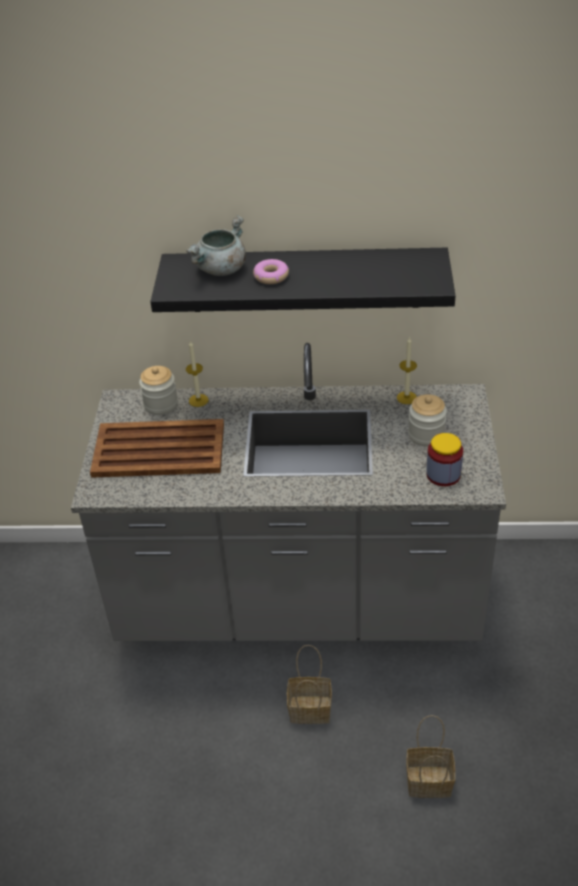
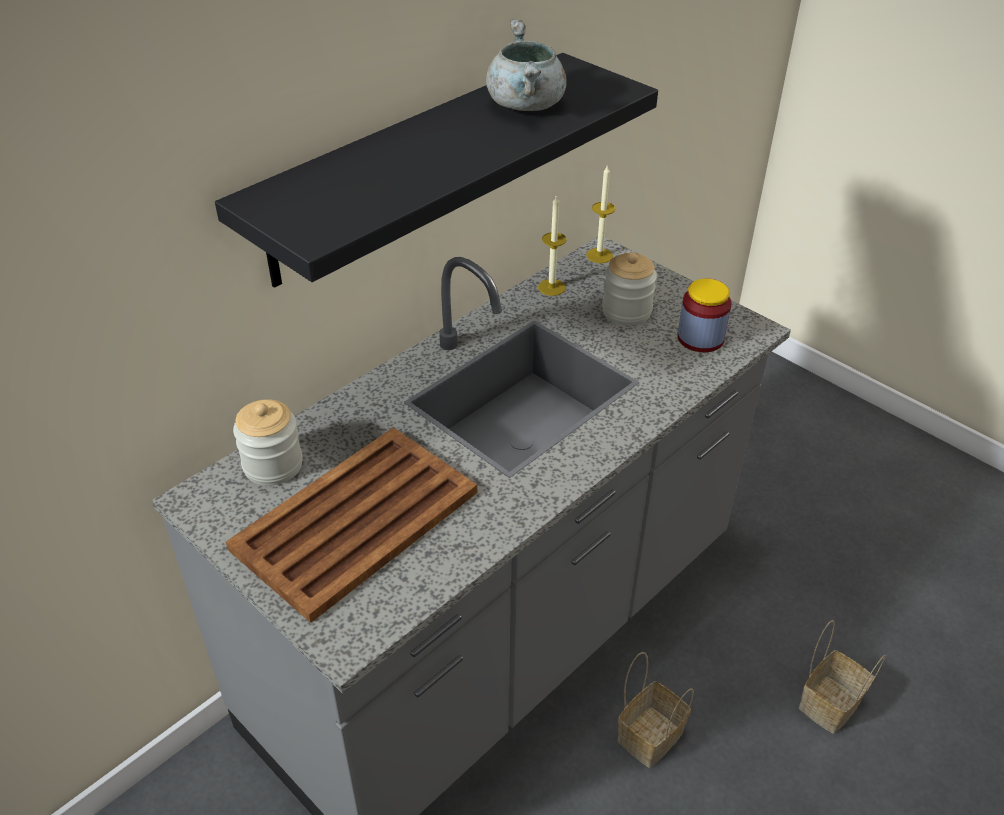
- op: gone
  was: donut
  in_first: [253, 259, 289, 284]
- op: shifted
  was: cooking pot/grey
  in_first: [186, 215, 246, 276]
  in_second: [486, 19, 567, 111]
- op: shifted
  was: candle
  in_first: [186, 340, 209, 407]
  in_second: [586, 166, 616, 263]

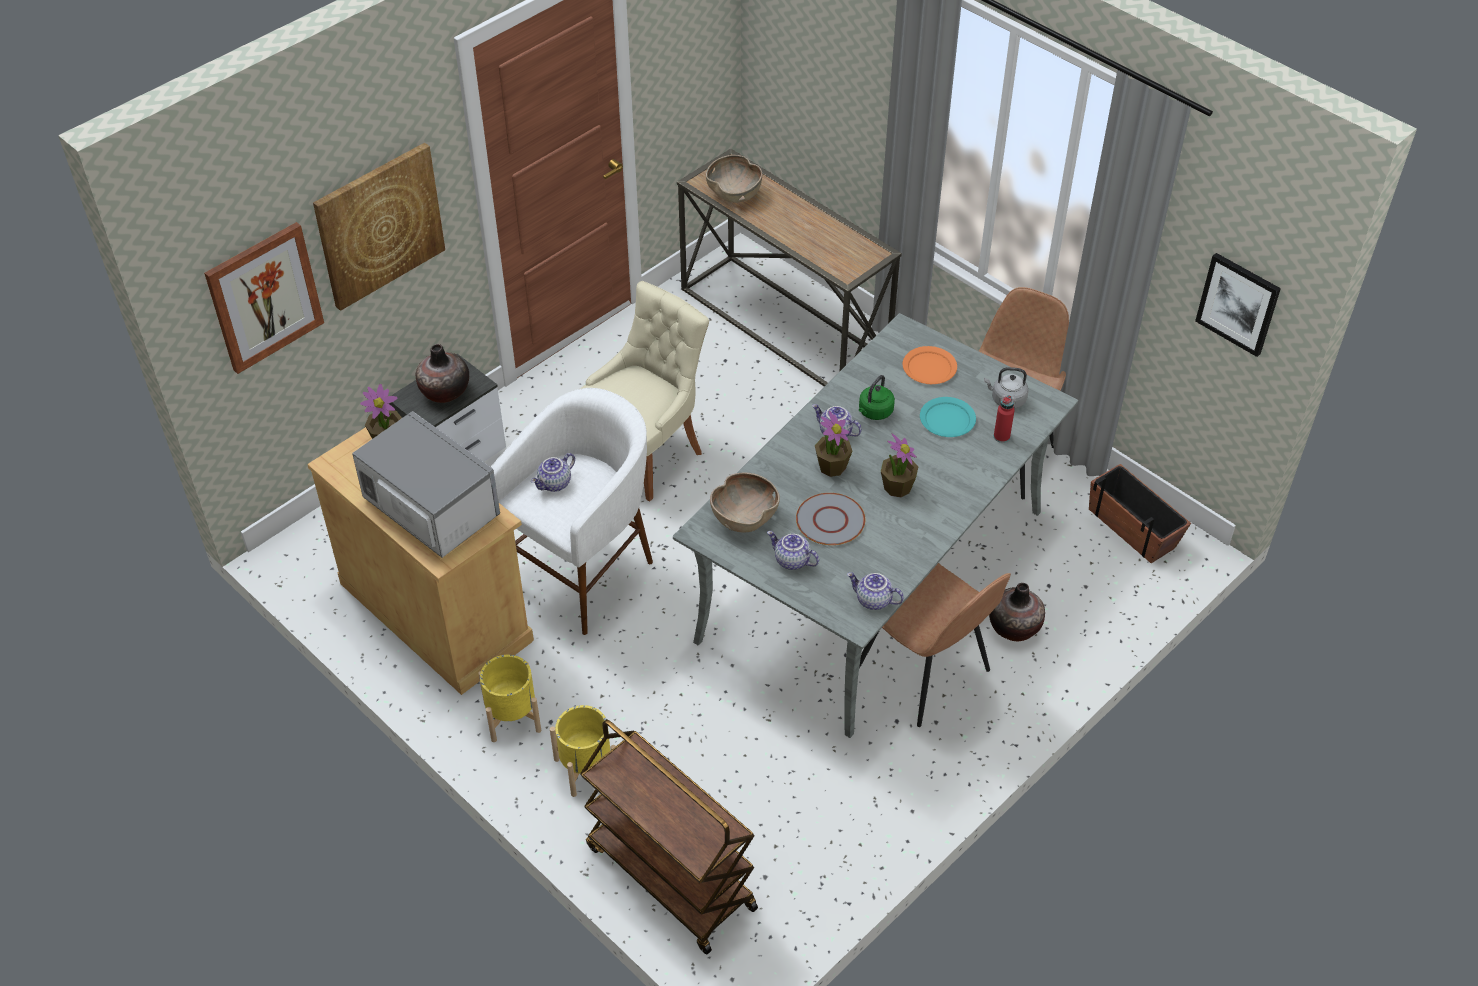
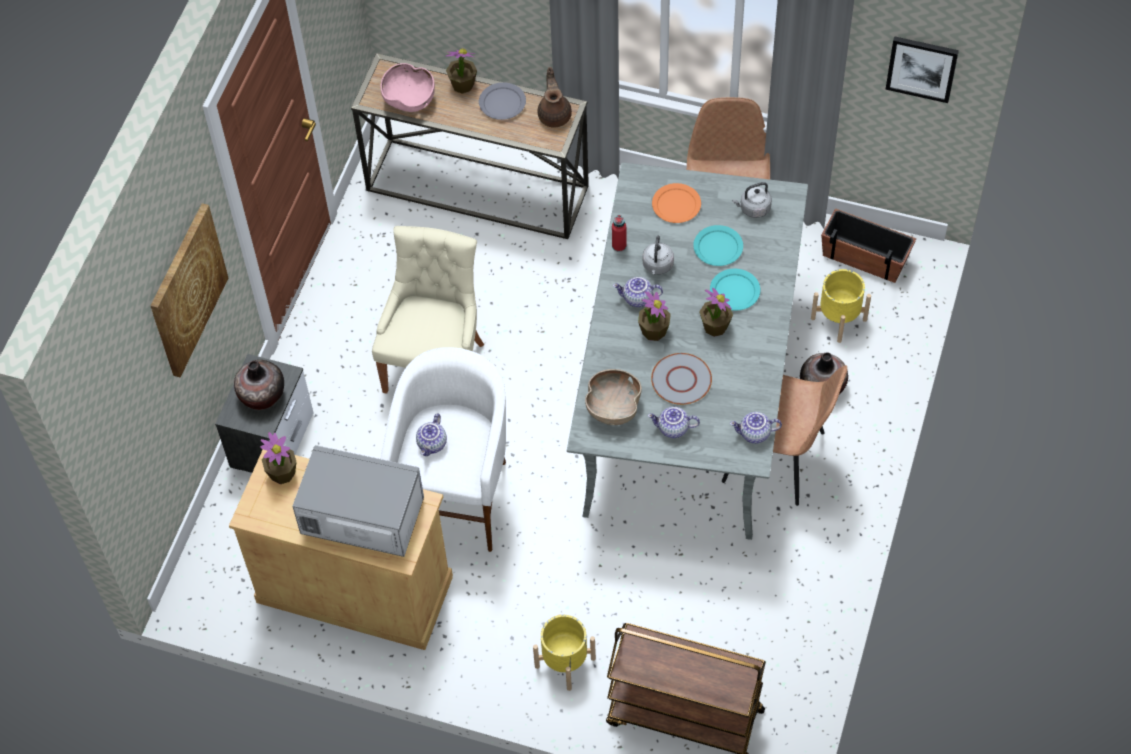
- op: gone
  was: picture
  in_first: [204, 222, 324, 374]
- op: new
  now: potted plant
  in_second: [446, 48, 477, 94]
- op: new
  now: plate/grey
  in_second: [479, 82, 526, 120]
- op: new
  now: teapot/brown
  in_second: [538, 67, 572, 128]
- op: new
  now: plate/turquoise
  in_second: [710, 269, 760, 311]
- op: shifted
  was: planter/yellow
  in_first: [478, 655, 541, 742]
  in_second: [811, 269, 871, 343]
- op: shifted
  was: bottle/red
  in_first: [994, 395, 1015, 443]
  in_second: [612, 215, 626, 252]
- op: repainted
  was: bowl/brown
  now: bowl/pink
  in_first: [706, 155, 762, 203]
  in_second: [380, 63, 435, 112]
- op: repainted
  was: kettle/green
  now: kettle/grey
  in_first: [859, 375, 895, 420]
  in_second: [643, 235, 674, 275]

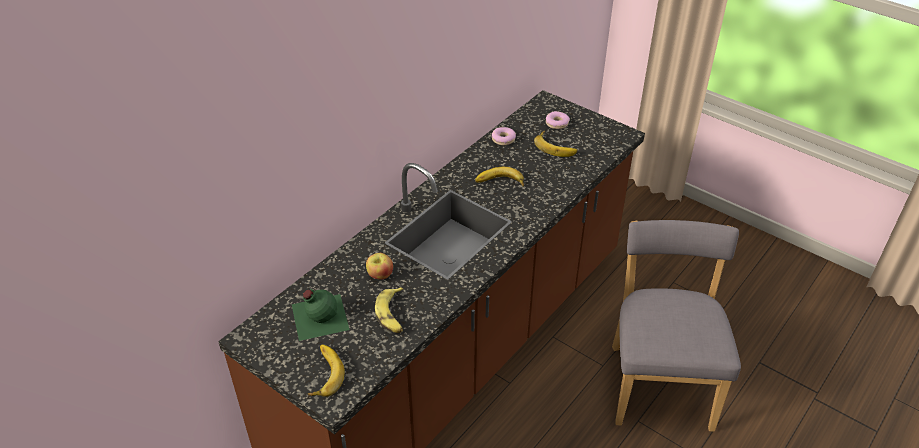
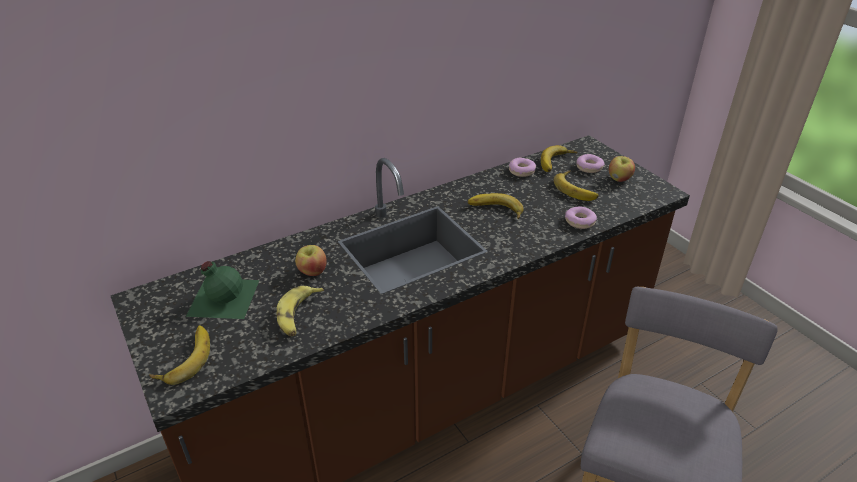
- op: new
  now: banana
  in_second: [541, 145, 578, 172]
- op: new
  now: donut
  in_second: [565, 207, 597, 229]
- op: new
  now: apple
  in_second: [609, 156, 635, 182]

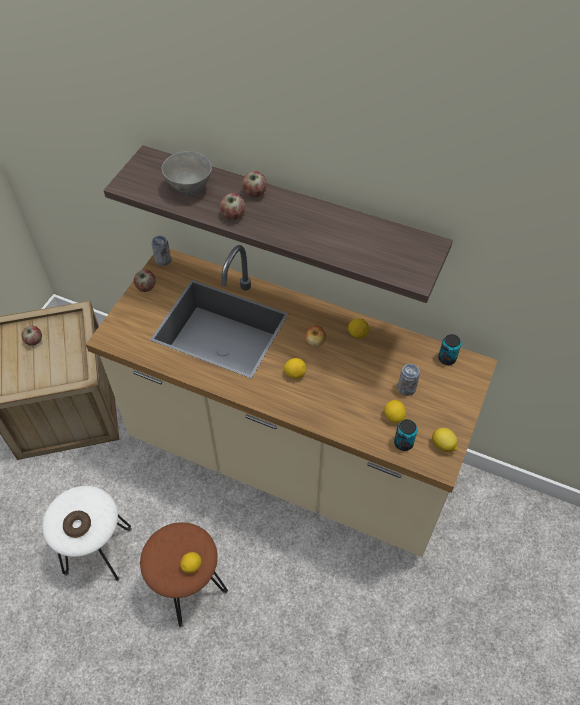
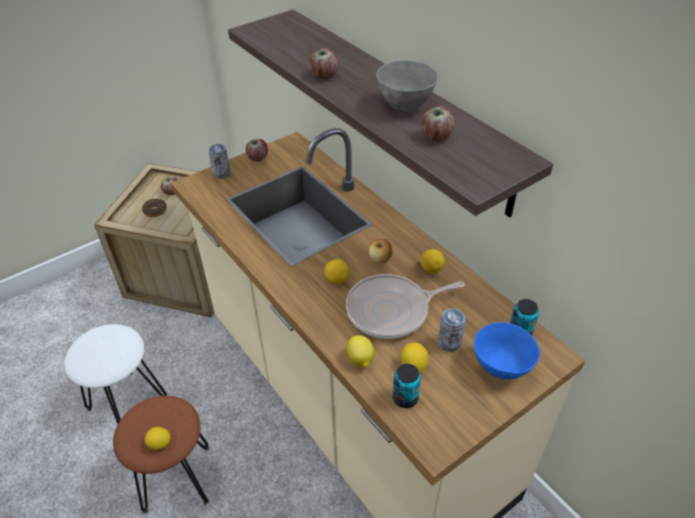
- op: new
  now: frying pan
  in_second: [346, 274, 465, 339]
- op: new
  now: bowl/blue
  in_second: [474, 322, 540, 379]
- op: shifted
  was: donut
  in_first: [63, 511, 91, 538]
  in_second: [142, 199, 167, 217]
- op: shifted
  was: can
  in_first: [152, 236, 171, 266]
  in_second: [209, 144, 231, 179]
- op: shifted
  was: bowl/grey
  in_first: [161, 151, 212, 195]
  in_second: [376, 60, 438, 111]
- op: shifted
  was: apple
  in_first: [242, 171, 267, 197]
  in_second: [421, 107, 455, 141]
- op: shifted
  was: lemon
  in_first: [432, 428, 458, 452]
  in_second: [346, 335, 374, 368]

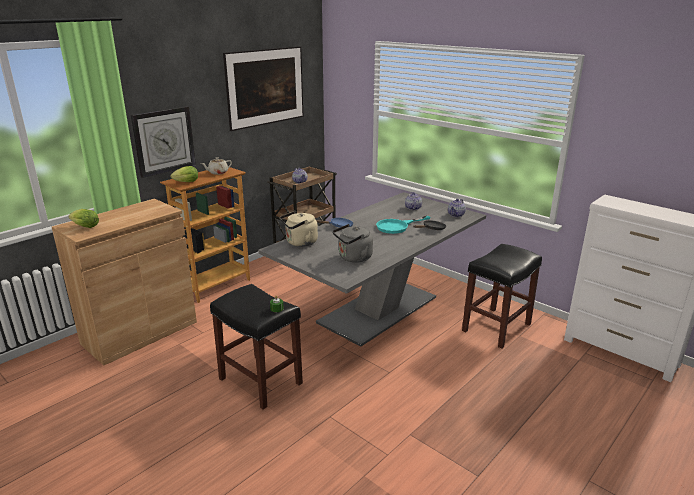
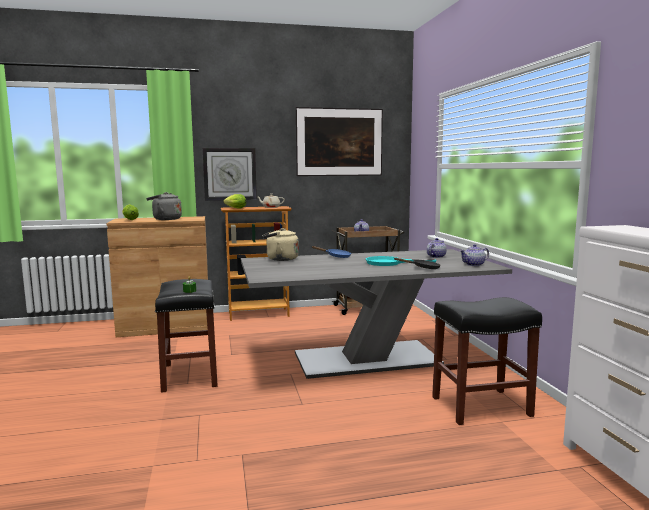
- op: shifted
  was: kettle/grey
  in_first: [333, 224, 373, 263]
  in_second: [146, 192, 182, 220]

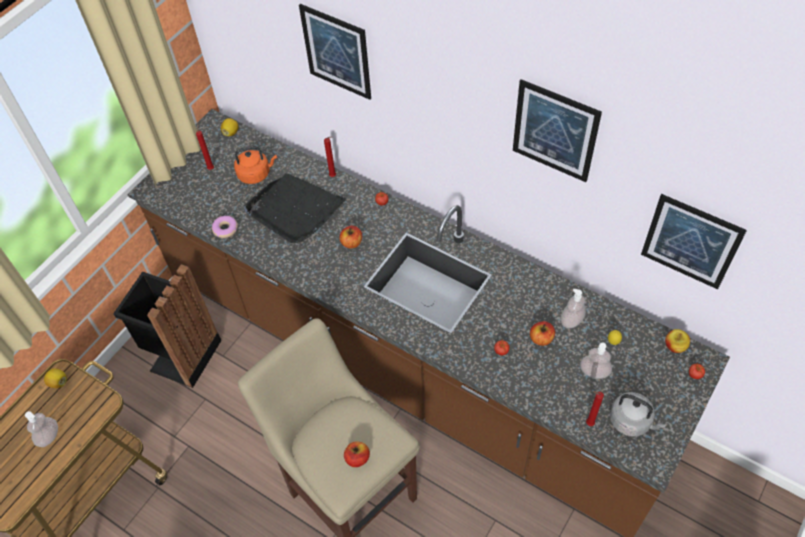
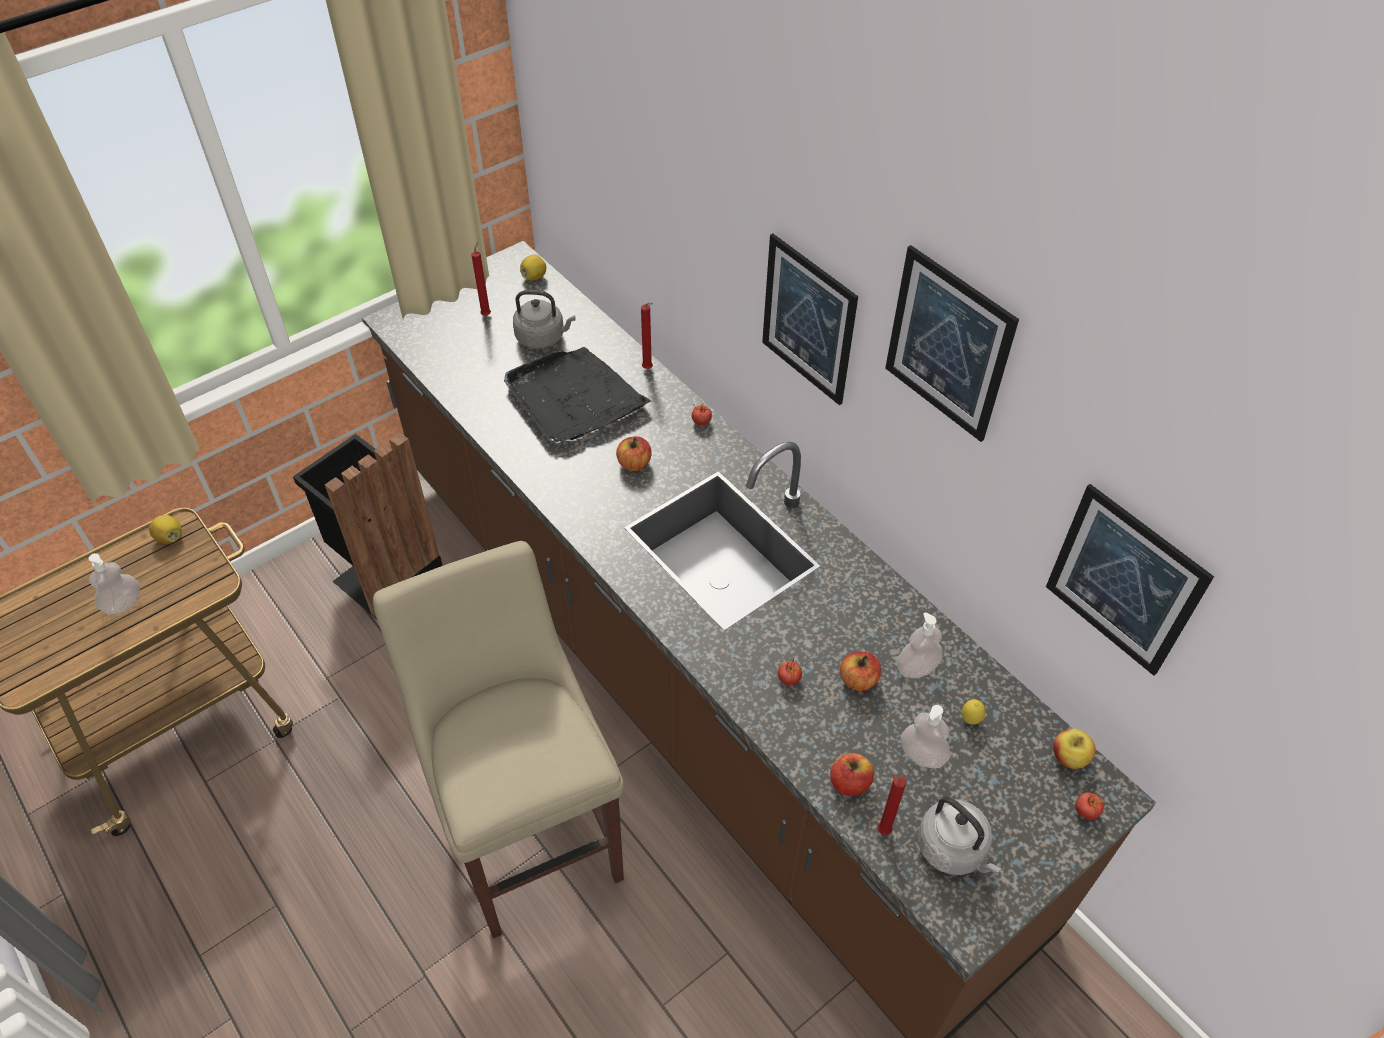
- op: gone
  was: donut
  in_first: [212, 216, 238, 238]
- op: shifted
  was: picture
  in_first: [299, 4, 371, 100]
  in_second: [762, 234, 858, 405]
- op: shifted
  was: apple
  in_first: [344, 441, 370, 467]
  in_second: [830, 753, 874, 796]
- op: repainted
  was: kettle/orange
  now: kettle/grey
  in_first: [234, 146, 277, 184]
  in_second: [513, 290, 576, 349]

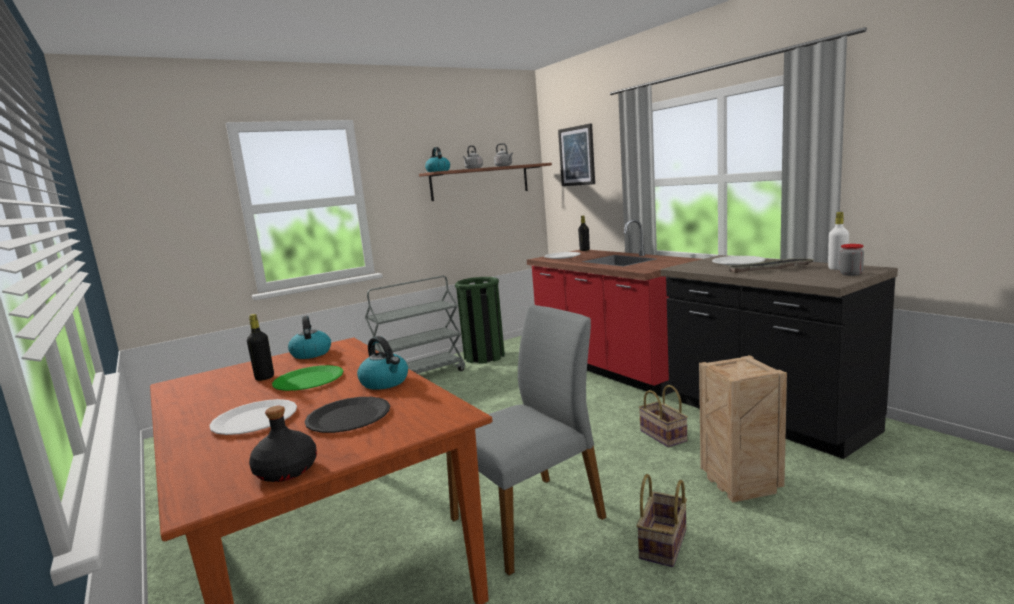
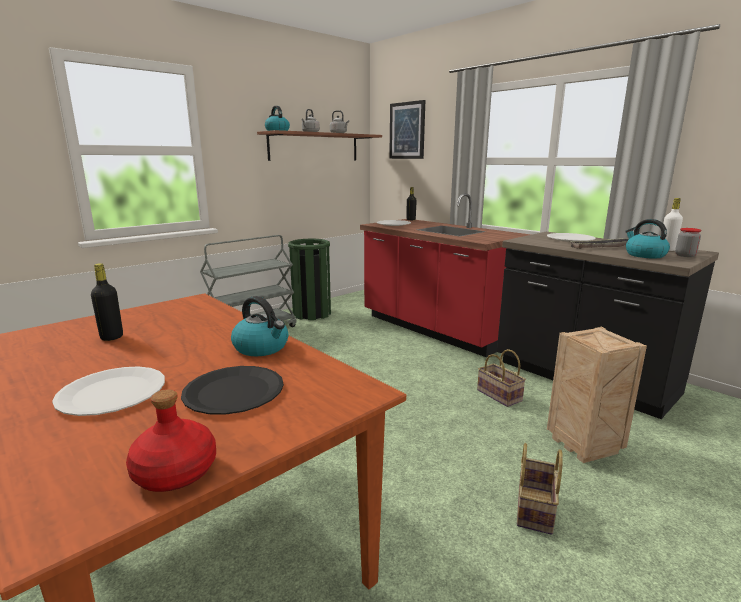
- op: gone
  was: plate/green
  in_first: [272, 365, 344, 391]
- op: gone
  was: chair/grey
  in_first: [446, 305, 606, 575]
- op: shifted
  was: kettle
  in_first: [288, 316, 331, 359]
  in_second: [625, 219, 670, 258]
- op: repainted
  was: bottle/black
  now: bottle/red
  in_first: [249, 406, 317, 482]
  in_second: [126, 389, 216, 492]

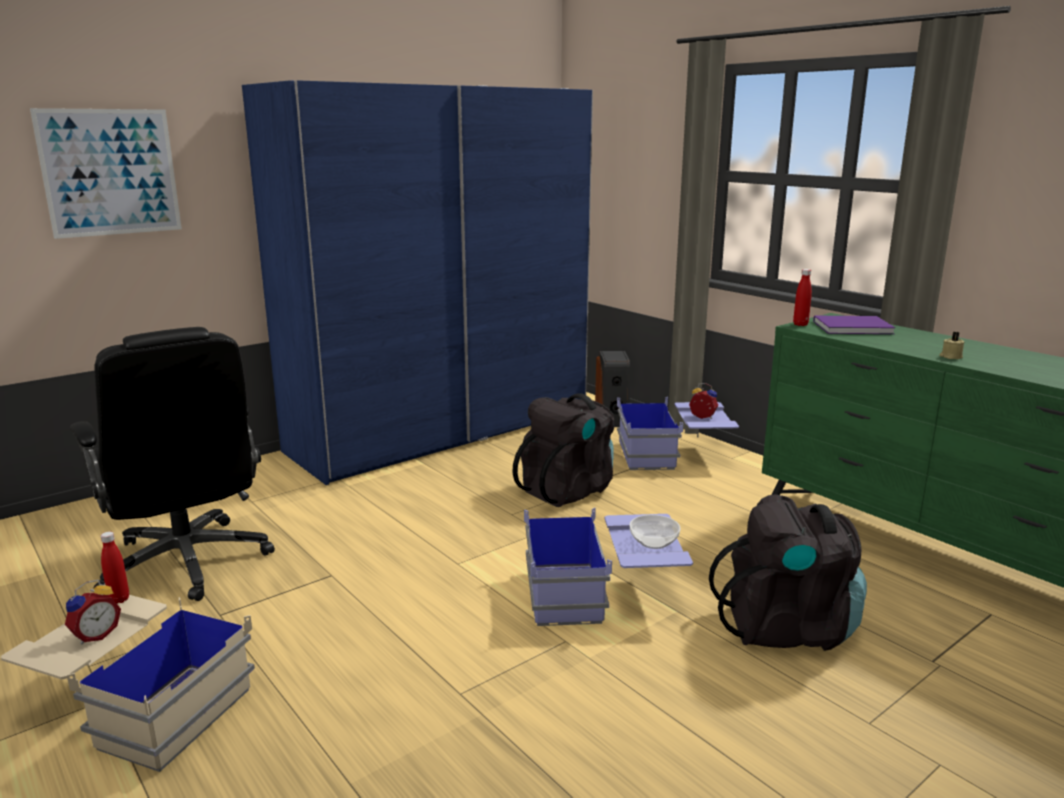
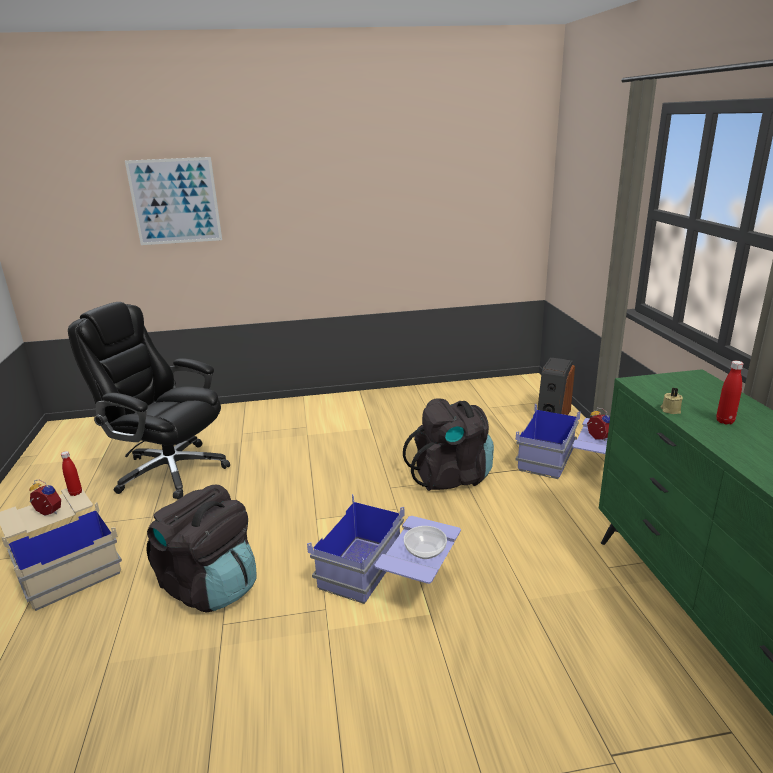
- op: gone
  was: wardrobe/blue
  in_first: [242, 80, 593, 485]
- op: gone
  was: book/purple
  in_first: [813, 316, 895, 334]
- op: shifted
  was: backpack/black
  in_first: [709, 494, 867, 651]
  in_second: [146, 485, 257, 613]
- op: shifted
  was: bottle/red
  in_first: [793, 269, 812, 326]
  in_second: [716, 361, 744, 425]
- op: shifted
  was: candle/beige
  in_first: [939, 332, 965, 359]
  in_second: [661, 387, 683, 414]
- op: rotated
  was: alarm clock
  in_first: [65, 580, 121, 645]
  in_second: [30, 480, 61, 516]
  clockwise: -135
- op: rotated
  was: office chair/black
  in_first: [70, 327, 275, 601]
  in_second: [68, 302, 230, 500]
  clockwise: 120

